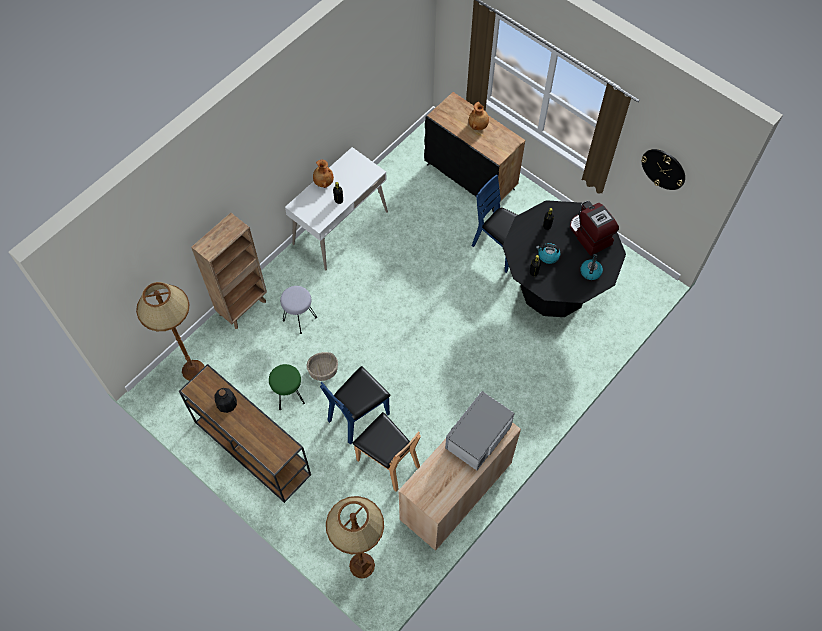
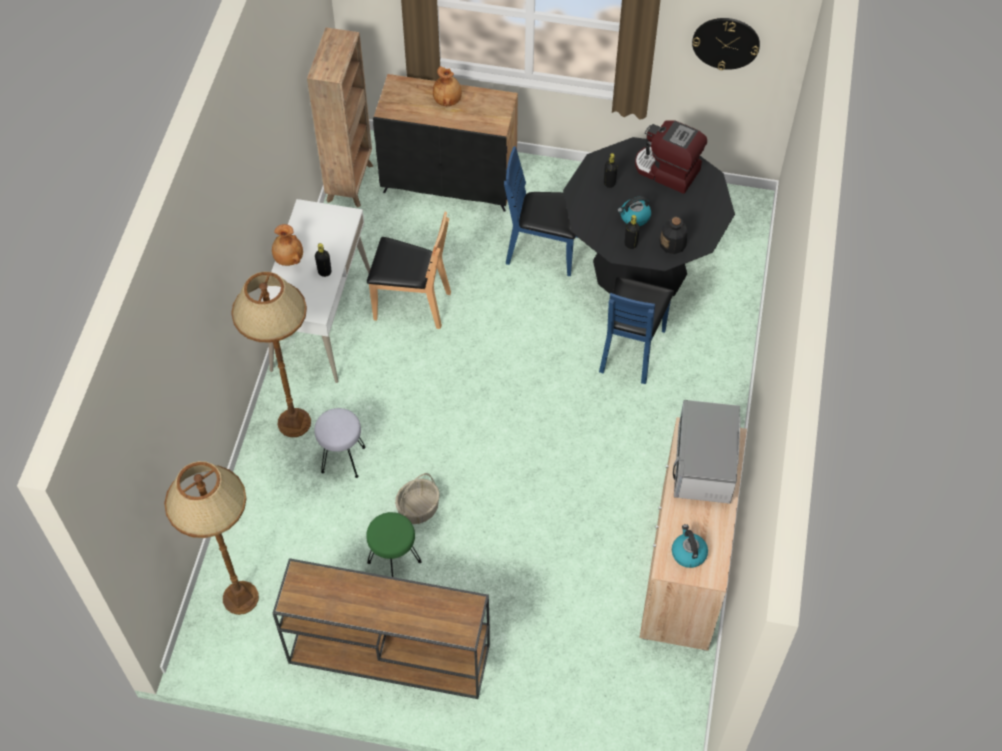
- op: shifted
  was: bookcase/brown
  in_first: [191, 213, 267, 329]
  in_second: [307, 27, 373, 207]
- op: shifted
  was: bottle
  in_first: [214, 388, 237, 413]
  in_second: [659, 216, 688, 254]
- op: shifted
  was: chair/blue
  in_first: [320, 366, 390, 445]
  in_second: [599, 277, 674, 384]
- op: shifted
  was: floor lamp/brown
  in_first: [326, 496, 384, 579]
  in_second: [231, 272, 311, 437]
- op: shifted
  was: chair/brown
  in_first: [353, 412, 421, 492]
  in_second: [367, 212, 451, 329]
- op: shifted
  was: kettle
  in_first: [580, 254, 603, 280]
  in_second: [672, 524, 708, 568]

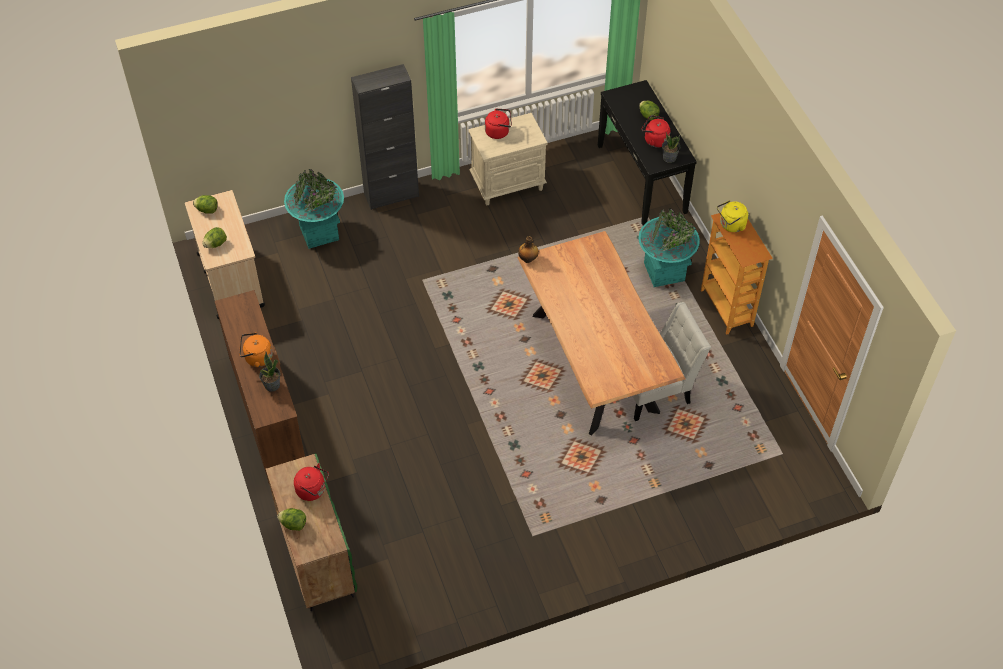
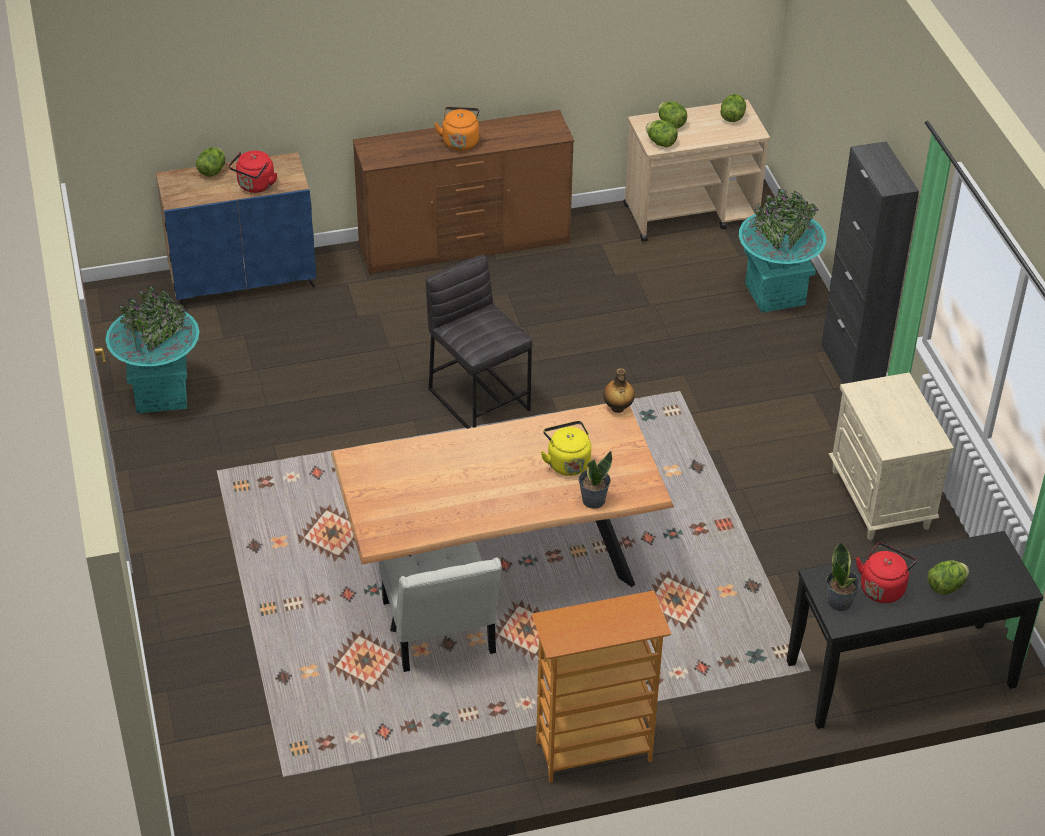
- op: gone
  was: kettle/red
  in_first: [485, 108, 512, 139]
- op: new
  now: stool/grey
  in_second: [426, 255, 532, 429]
- op: new
  now: lettuce
  in_second: [646, 120, 678, 147]
- op: shifted
  was: potted plant
  in_first: [259, 352, 280, 392]
  in_second: [578, 451, 612, 509]
- op: shifted
  was: planter/turquoise
  in_first: [638, 208, 700, 287]
  in_second: [105, 285, 200, 413]
- op: shifted
  was: kettle/yellow
  in_first: [717, 200, 748, 232]
  in_second: [541, 421, 591, 476]
- op: repainted
  was: cabinet/green
  now: cabinet/blue
  in_first: [266, 453, 357, 611]
  in_second: [156, 152, 316, 305]

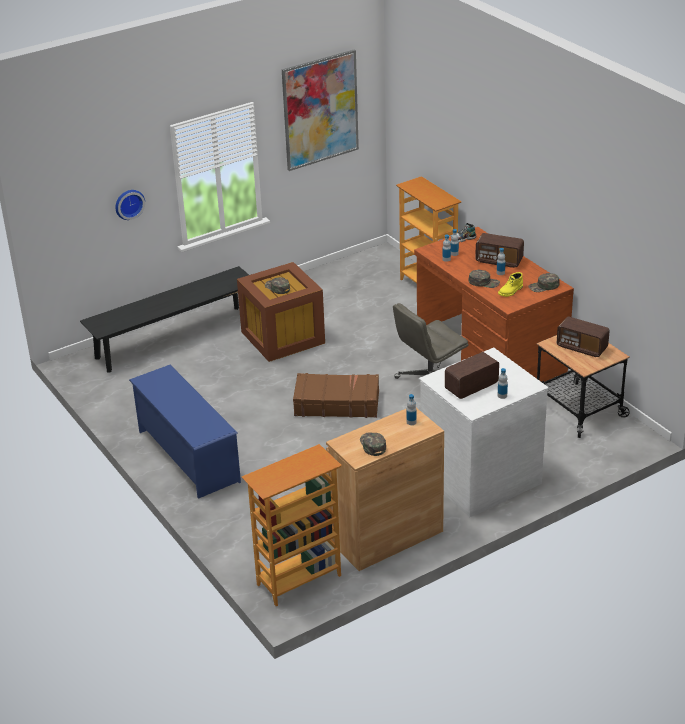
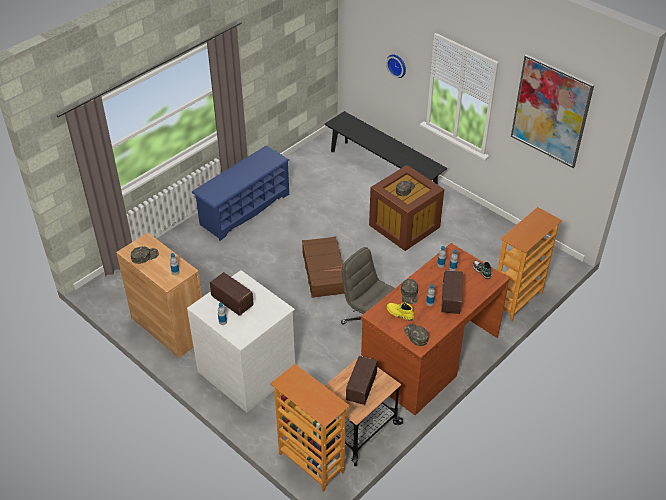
- op: shifted
  was: bookcase
  in_first: [242, 444, 342, 606]
  in_second: [270, 364, 350, 492]

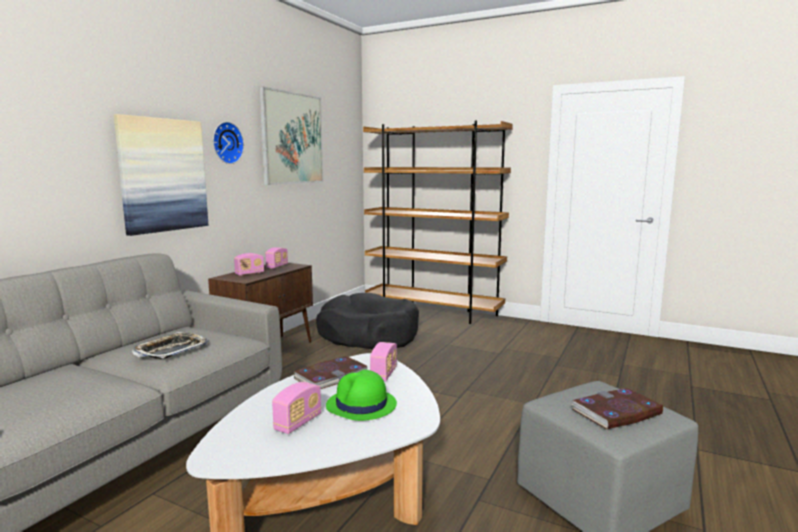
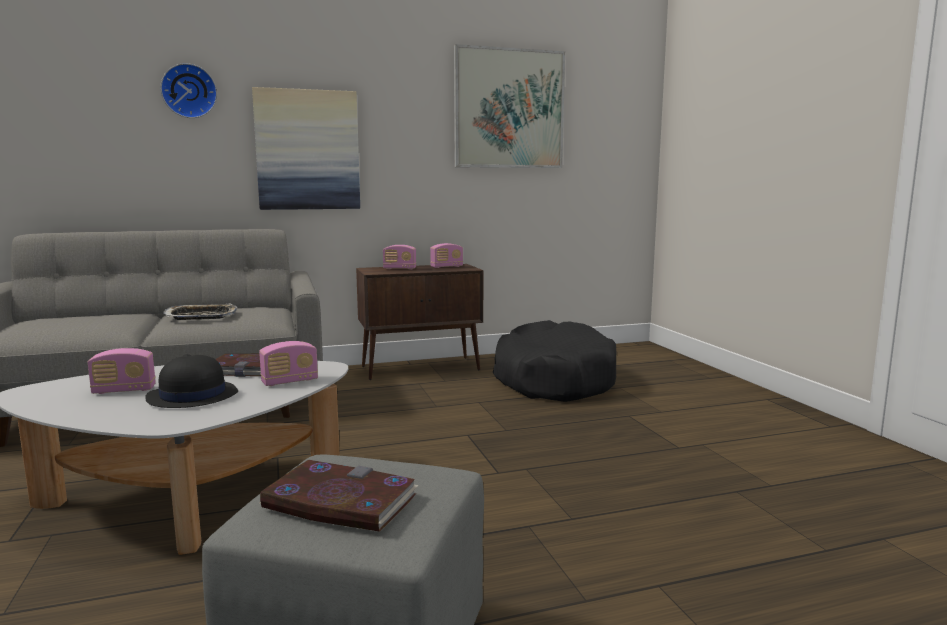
- op: gone
  was: bookcase/brown
  in_first: [363, 120, 513, 324]
- op: shifted
  was: wall clock
  in_first: [213, 122, 244, 164]
  in_second: [160, 63, 217, 118]
- op: repainted
  was: hat/green
  now: hat/black
  in_first: [326, 370, 397, 421]
  in_second: [145, 354, 238, 408]

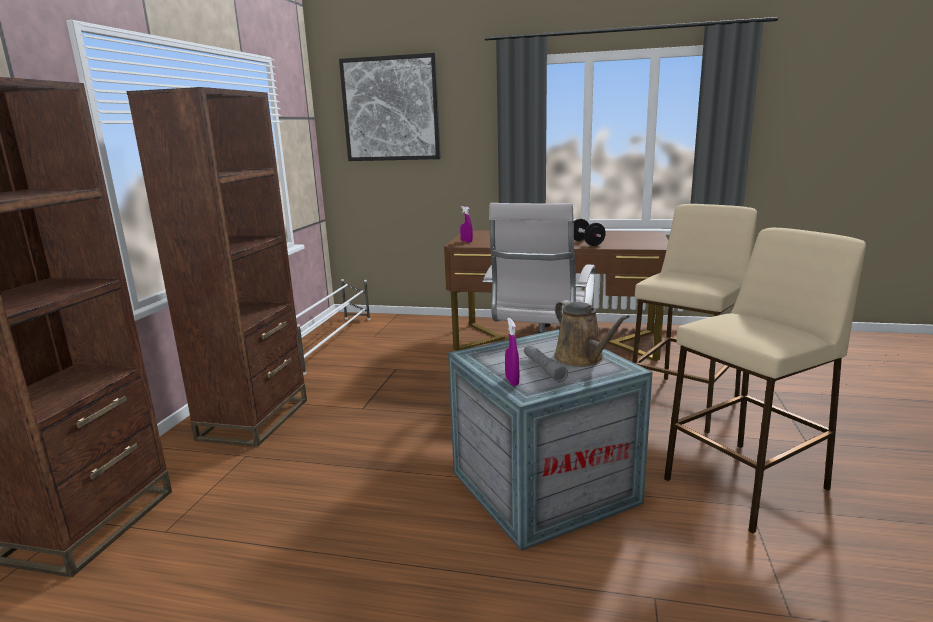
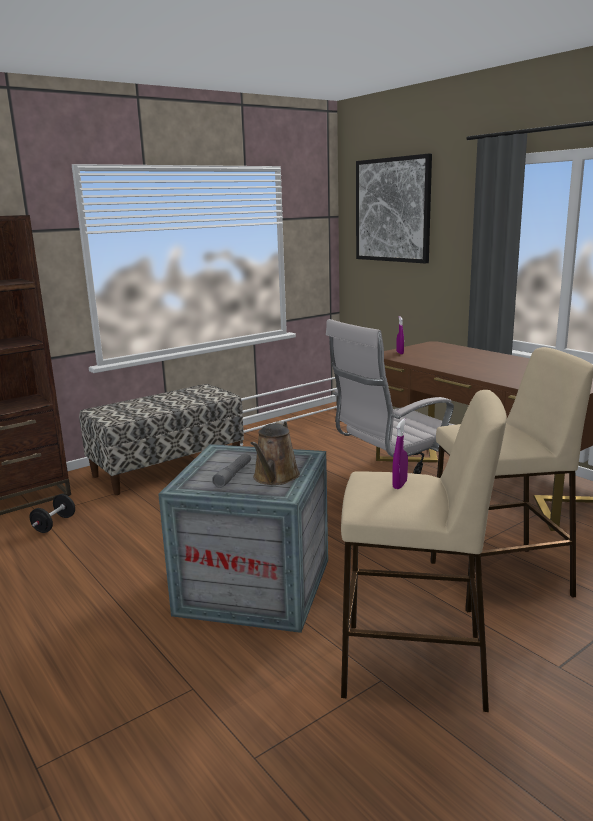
- op: shifted
  was: spray bottle/purple
  in_first: [505, 318, 519, 386]
  in_second: [392, 418, 408, 489]
- op: shifted
  was: dumbbell/black
  in_first: [574, 219, 606, 246]
  in_second: [30, 494, 75, 533]
- op: swapped
  was: bookcase/brown
  now: bench
  in_first: [127, 87, 307, 447]
  in_second: [79, 384, 244, 495]

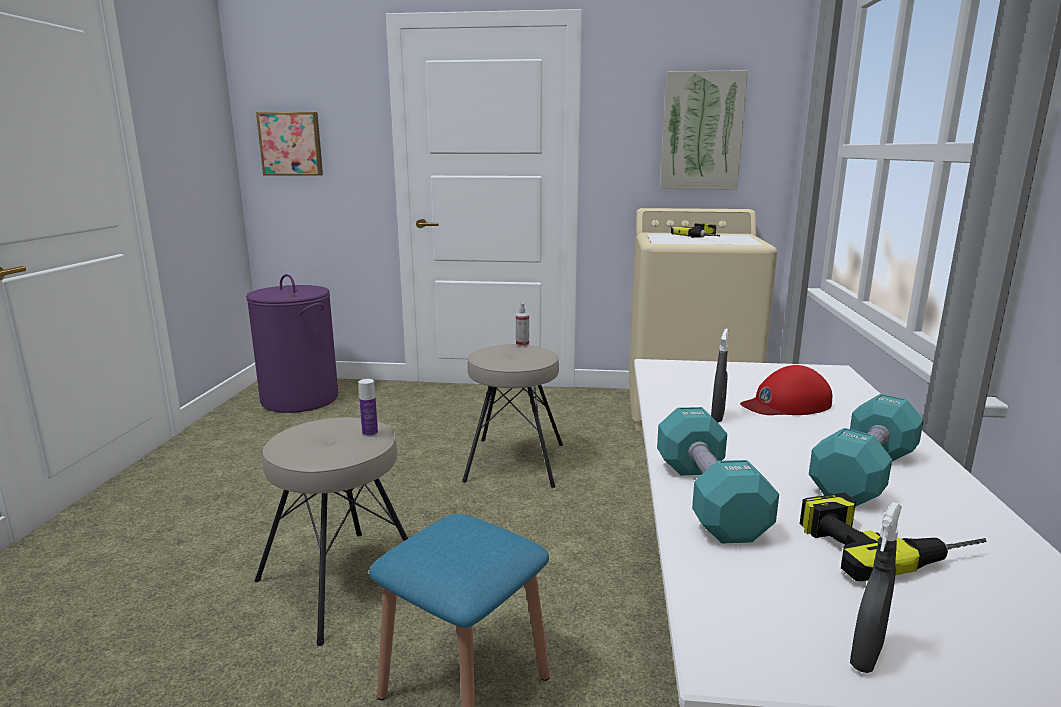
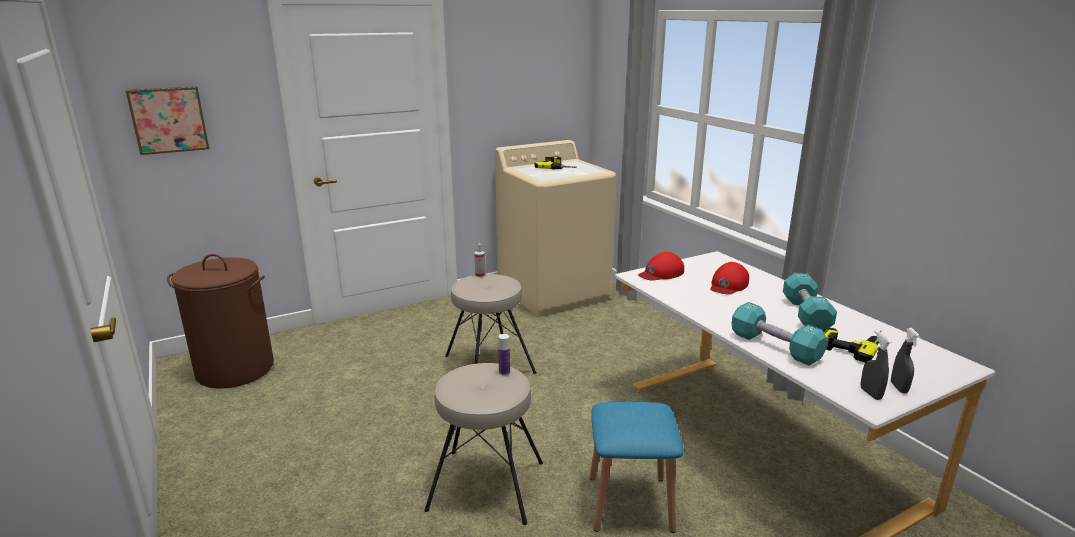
- op: gone
  was: picture
  in_first: [660, 70, 748, 189]
- op: new
  now: cap/red
  in_second: [638, 252, 684, 280]
- op: shifted
  was: spray bottle/grey
  in_first: [711, 329, 729, 422]
  in_second: [861, 330, 892, 400]
- op: repainted
  was: laundry basket/purple
  now: laundry basket/brown
  in_first: [246, 274, 338, 413]
  in_second: [167, 254, 274, 389]

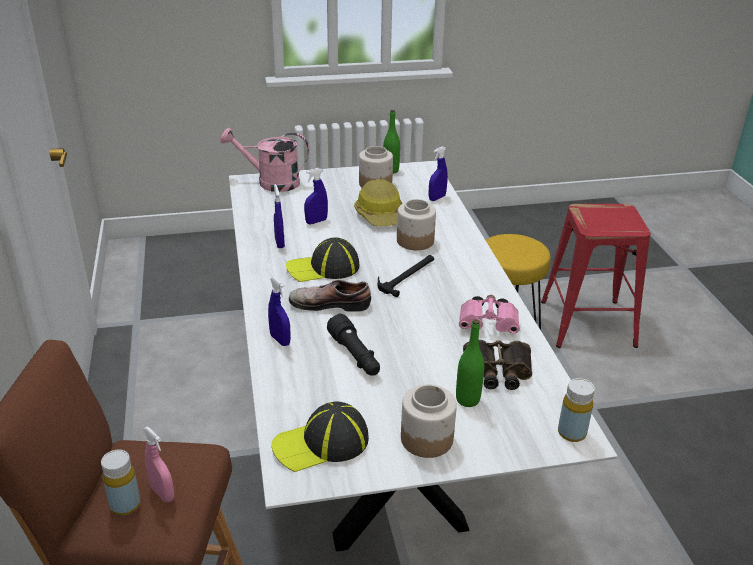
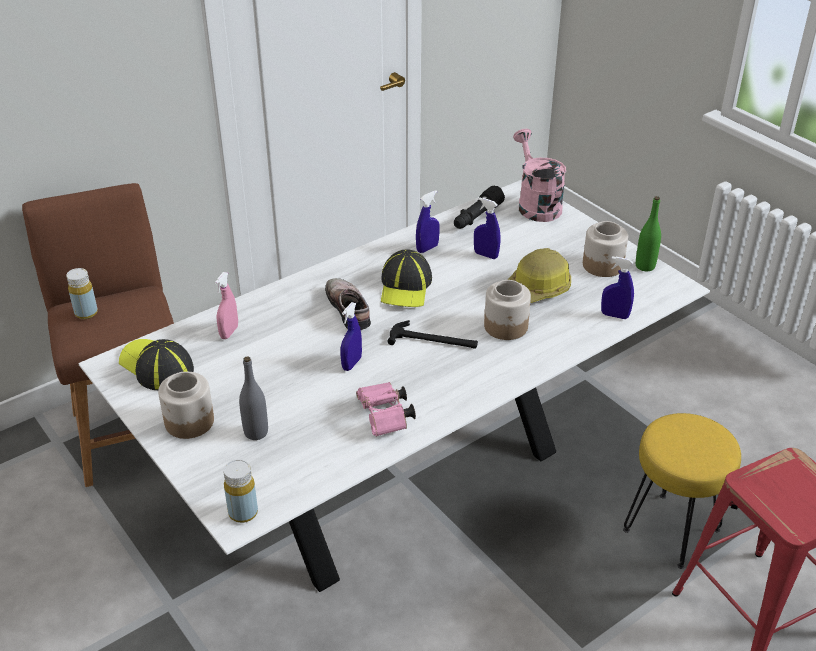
- op: gone
  was: binoculars
  in_first: [463, 340, 532, 390]
- op: shifted
  was: spray bottle/pink
  in_first: [143, 427, 174, 502]
  in_second: [215, 272, 238, 339]
- op: shifted
  was: spray bottle/blue
  in_first: [268, 277, 291, 346]
  in_second: [340, 302, 362, 371]
- op: shifted
  was: flashlight/black
  in_first: [327, 314, 380, 376]
  in_second: [454, 186, 505, 229]
- op: repainted
  was: bottle/green
  now: bottle/grey
  in_first: [456, 319, 484, 407]
  in_second: [239, 356, 268, 440]
- op: rotated
  was: cap
  in_first: [286, 237, 360, 282]
  in_second: [381, 250, 432, 307]
  clockwise: -135

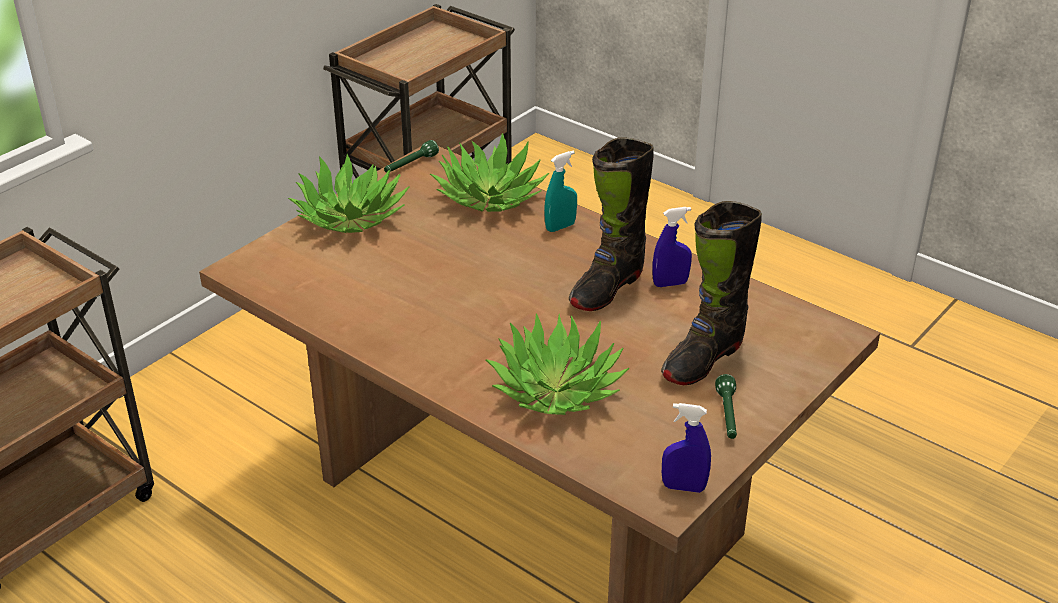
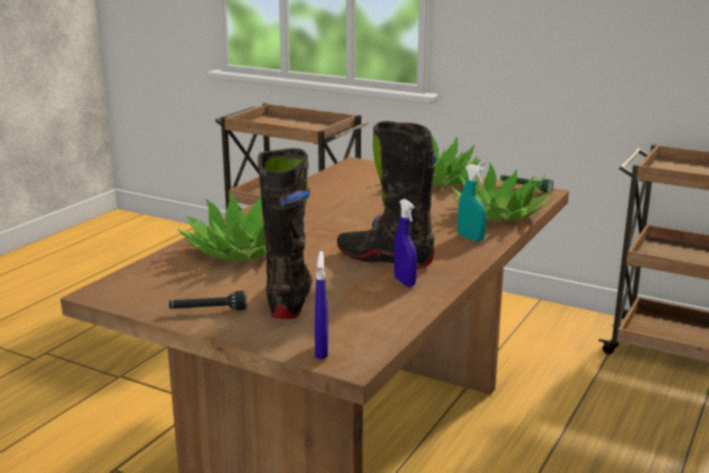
- op: shifted
  was: spray bottle/blue
  in_first: [662, 403, 711, 493]
  in_second: [315, 251, 329, 359]
- op: repainted
  was: flashlight/green
  now: flashlight/black
  in_first: [715, 374, 737, 439]
  in_second: [169, 291, 247, 310]
- op: rotated
  was: boot/black
  in_first: [661, 201, 762, 385]
  in_second: [257, 148, 313, 319]
  clockwise: 60

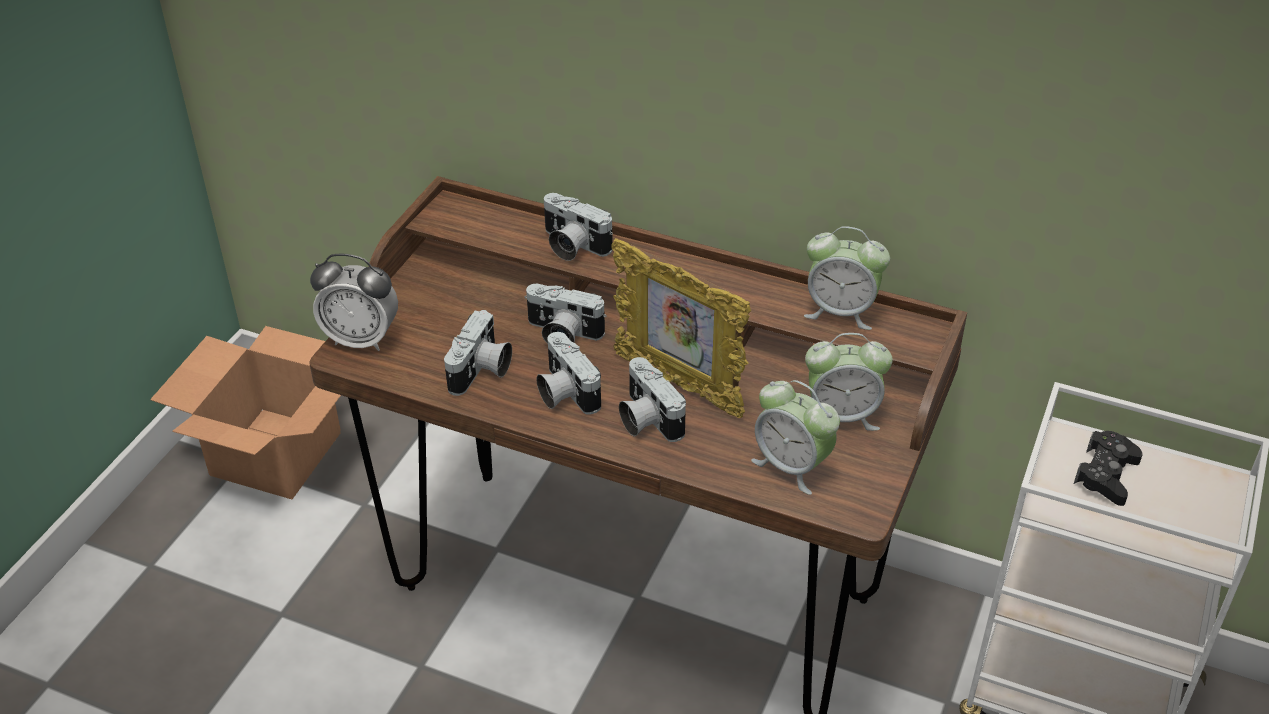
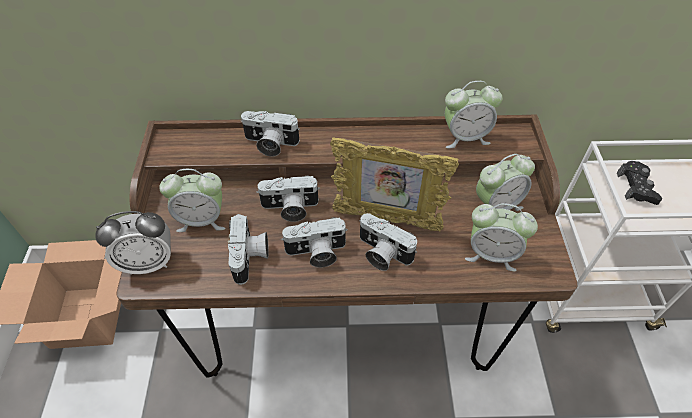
- op: new
  now: alarm clock
  in_second: [159, 169, 225, 232]
- op: rotated
  was: photo camera
  in_first: [537, 332, 601, 415]
  in_second: [281, 217, 348, 268]
  clockwise: -45

